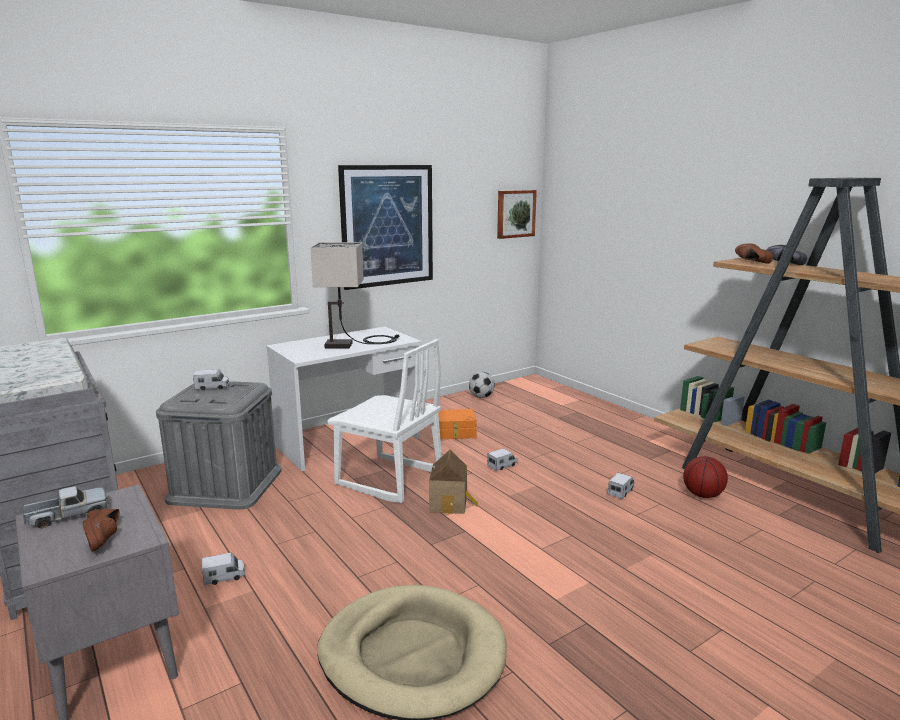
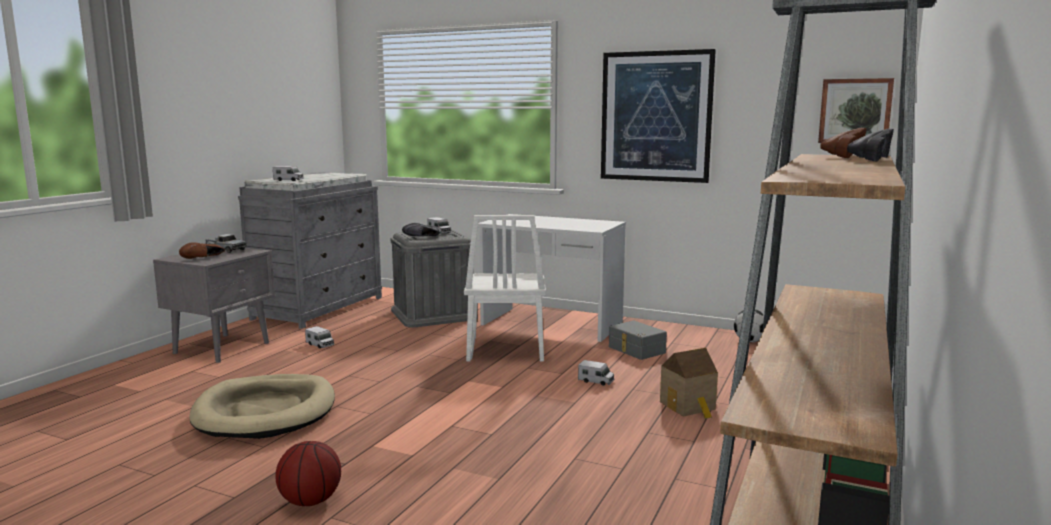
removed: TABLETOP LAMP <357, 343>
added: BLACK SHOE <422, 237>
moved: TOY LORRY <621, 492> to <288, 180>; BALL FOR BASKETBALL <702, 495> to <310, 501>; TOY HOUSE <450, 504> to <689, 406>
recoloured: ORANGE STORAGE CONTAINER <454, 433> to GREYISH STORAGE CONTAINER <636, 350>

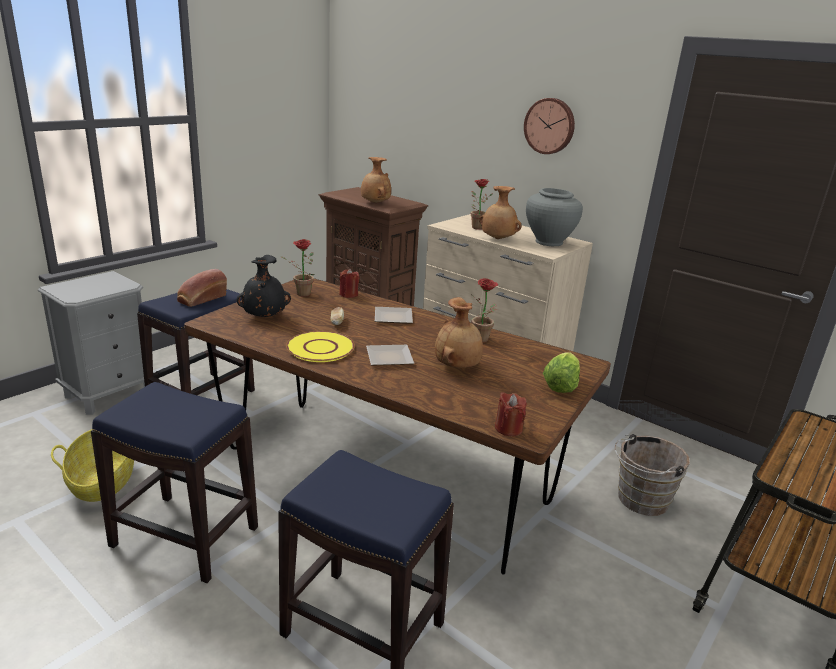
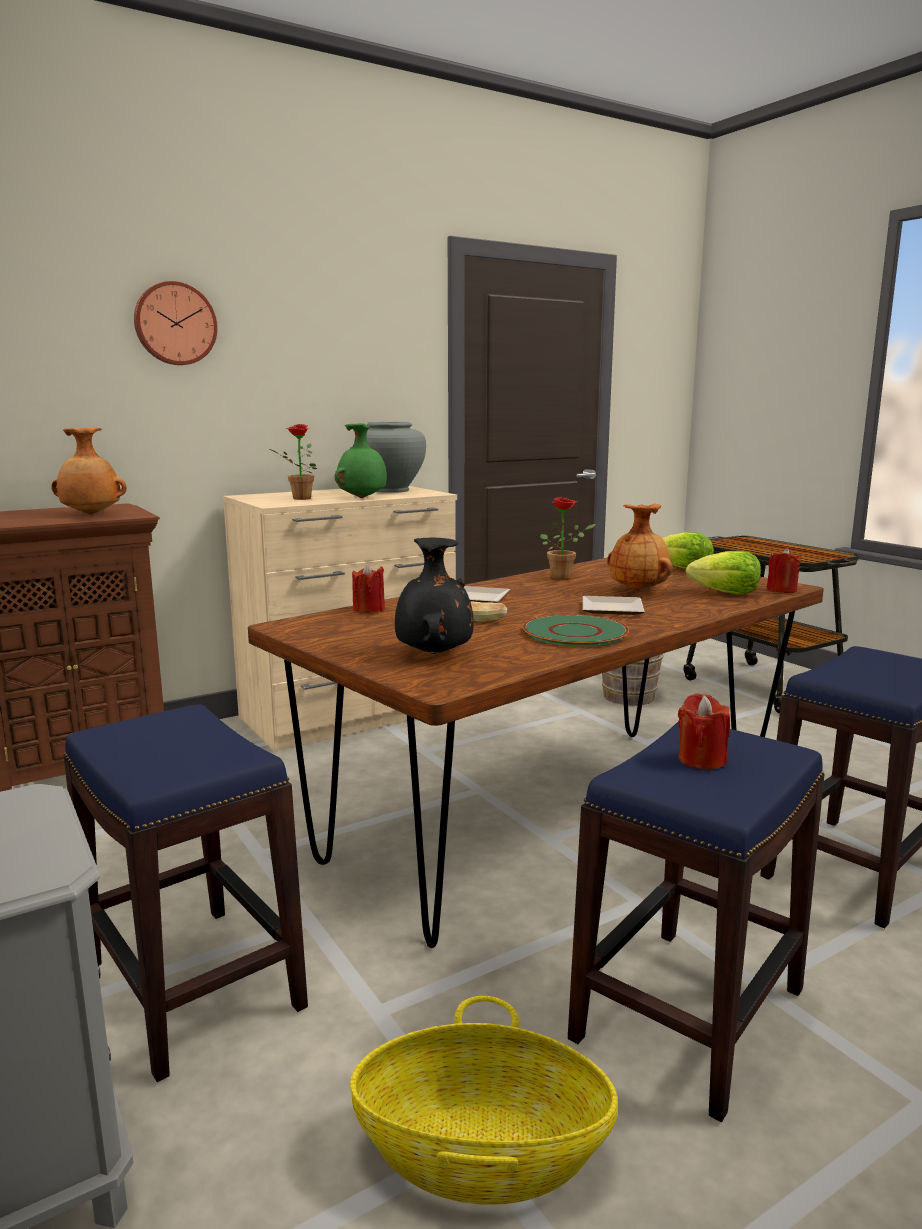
removed: BAKED BREAD <201, 299>; HOUSEPLANT <300, 294>
added: RED WAX CANDLE <701, 760>; HEAD OF LETTUCE <726, 593>
moved: CLOCK ON THE WALL <550, 126> to <175, 324>
recoloured: BROWNISH DECORATIVE VASE <497, 239> to GREEN DECORATIVE VASE <363, 498>; YELLOW-COLOURED PLATE <320, 348> to GREEN PLATE <575, 633>

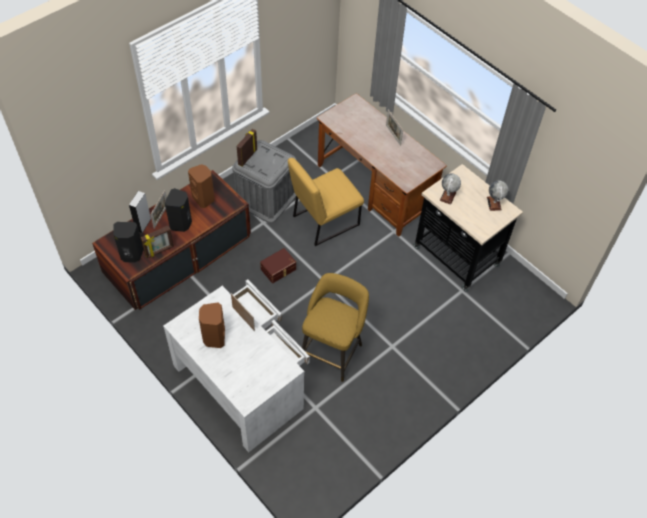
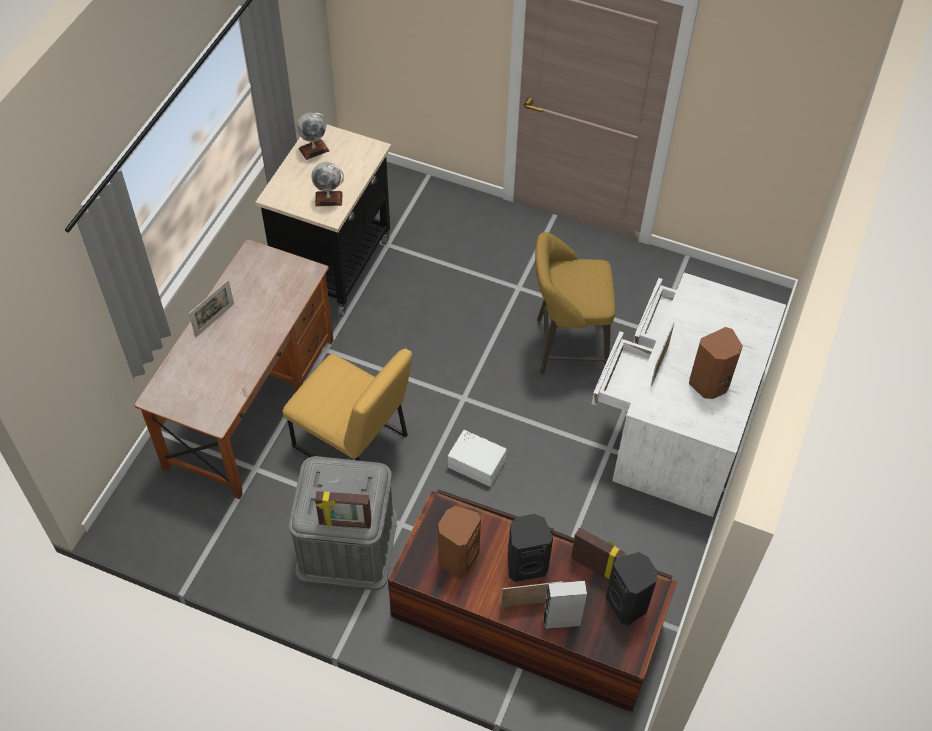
recoloured: BROWNISH STORAGE CONTAINER <279, 269> to WHITE-COLOURED STORAGE CONTAINER <477, 462>

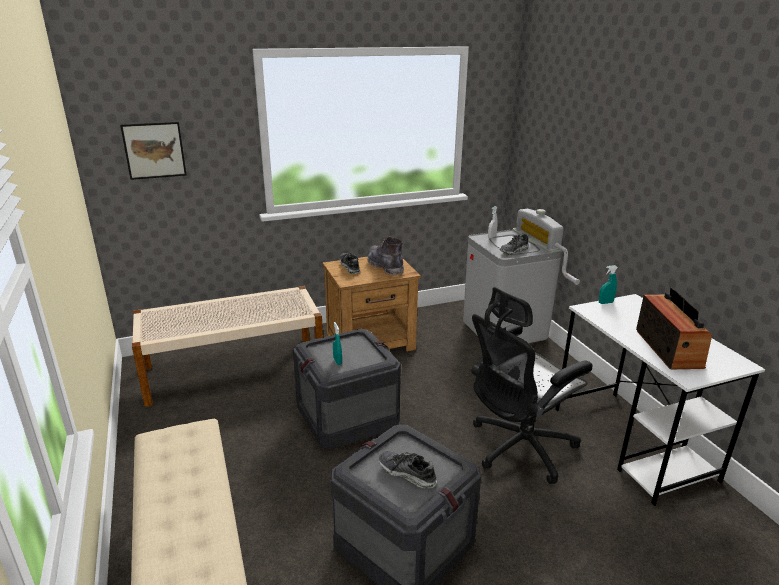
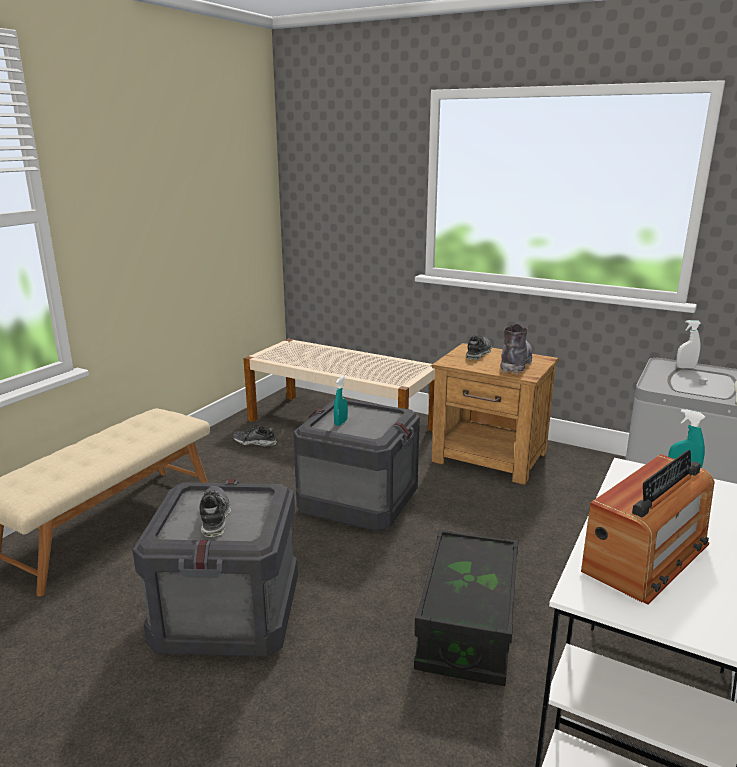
removed: PICTURE <154, 150>
moved: SHOE <514, 251> to <255, 442>
replaced: DESK CHAIR <518, 449> to BLACK STORAGE CONTAINER <467, 628>

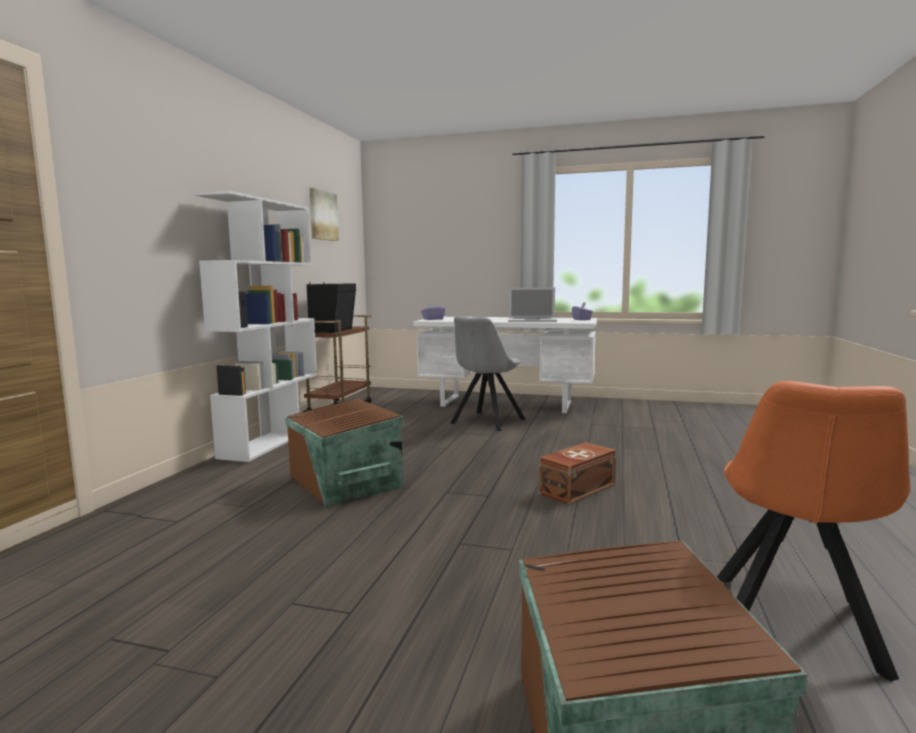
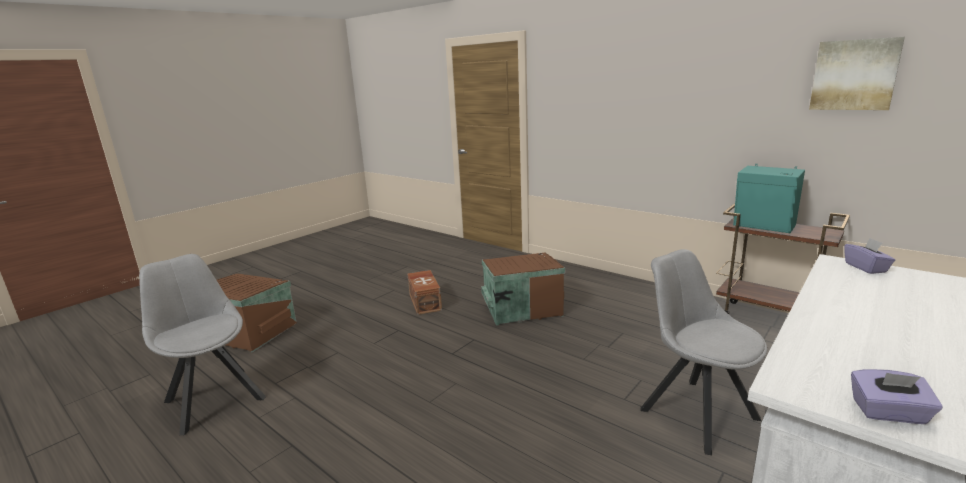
removed: WHITE-COLOURED BOOKCASE <272, 440>; PORTABLE COMPUTER <532, 320>
moved: BROWNISH STORAGE CONTAINER <575, 489> to <425, 301>
recoloured: ORANGE PLAIN CHAIR <795, 625> to GREYISH PLAIN CHAIR <214, 399>; BLACK AUDIO SPEAKER <333, 330> to BLUE-GREEN AUDIO SPEAKER <764, 226>

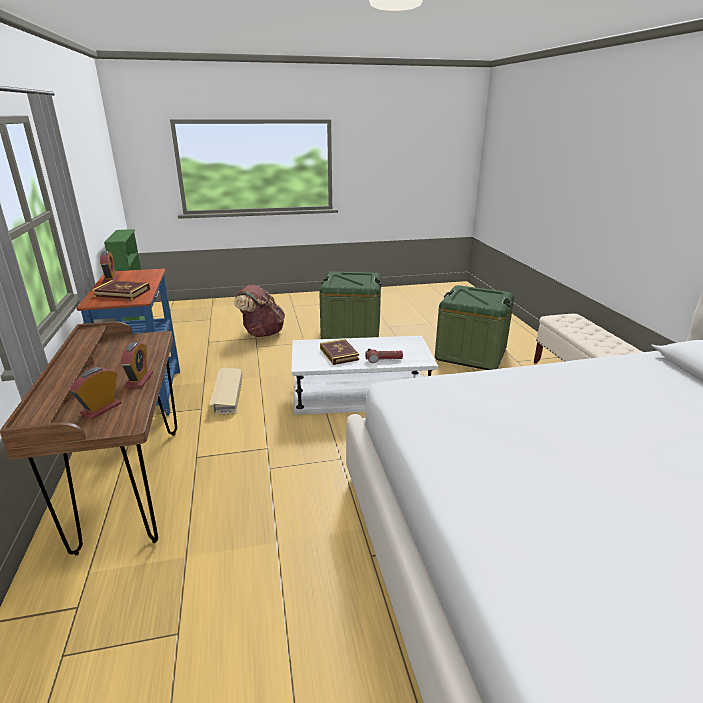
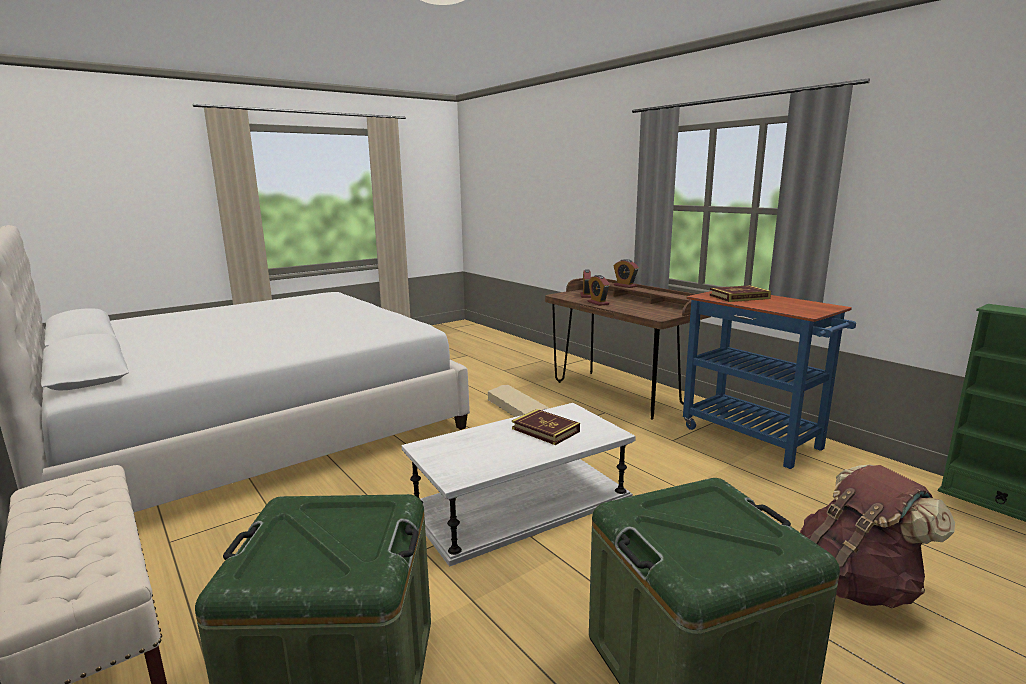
removed: TORCH <383, 360>
moved: BEIGE-COLOURED STORAGE CONTAINER <227, 395> to <517, 409>; BEDSIDE CLOCK <111, 279> to <625, 286>

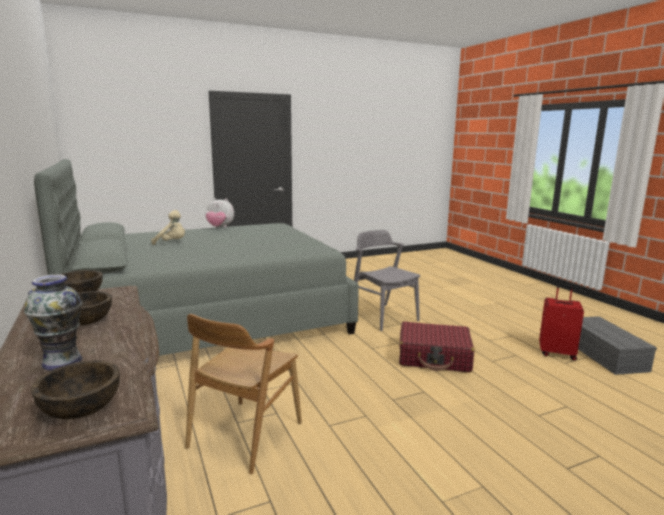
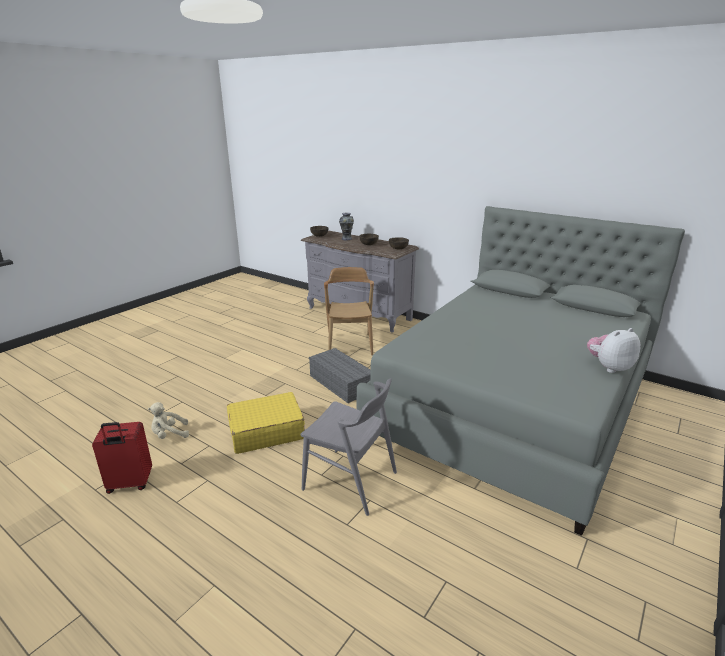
moved: BEIGE-COLOURED CUDDLY TOY <172, 243> to <169, 435>; GREYISH STORAGE CONTAINER <606, 355> to <340, 383>
recoloured: RED PIECE OF LUGGAGE <434, 357> to YELLOW-COLOURED PIECE OF LUGGAGE <266, 431>

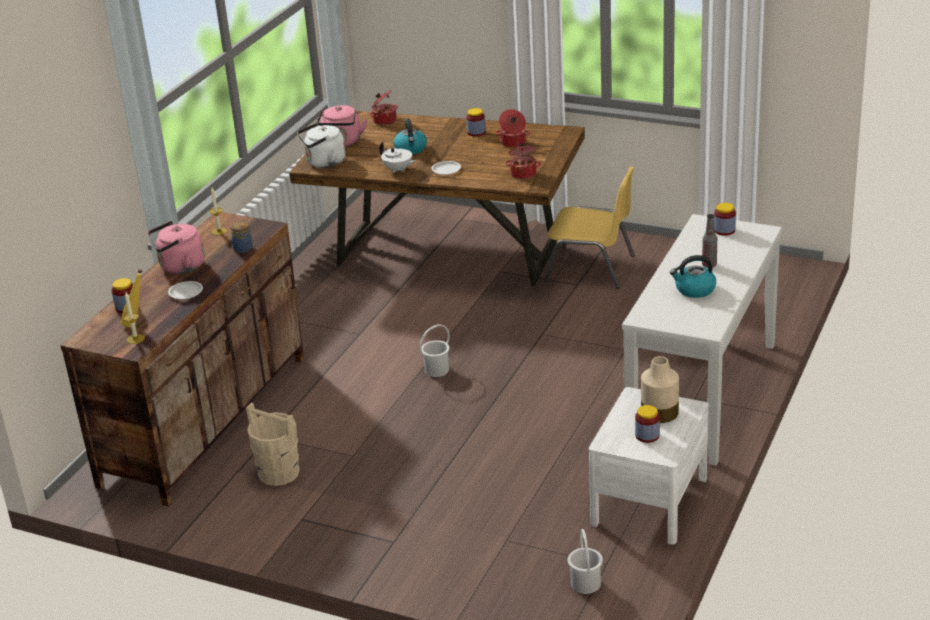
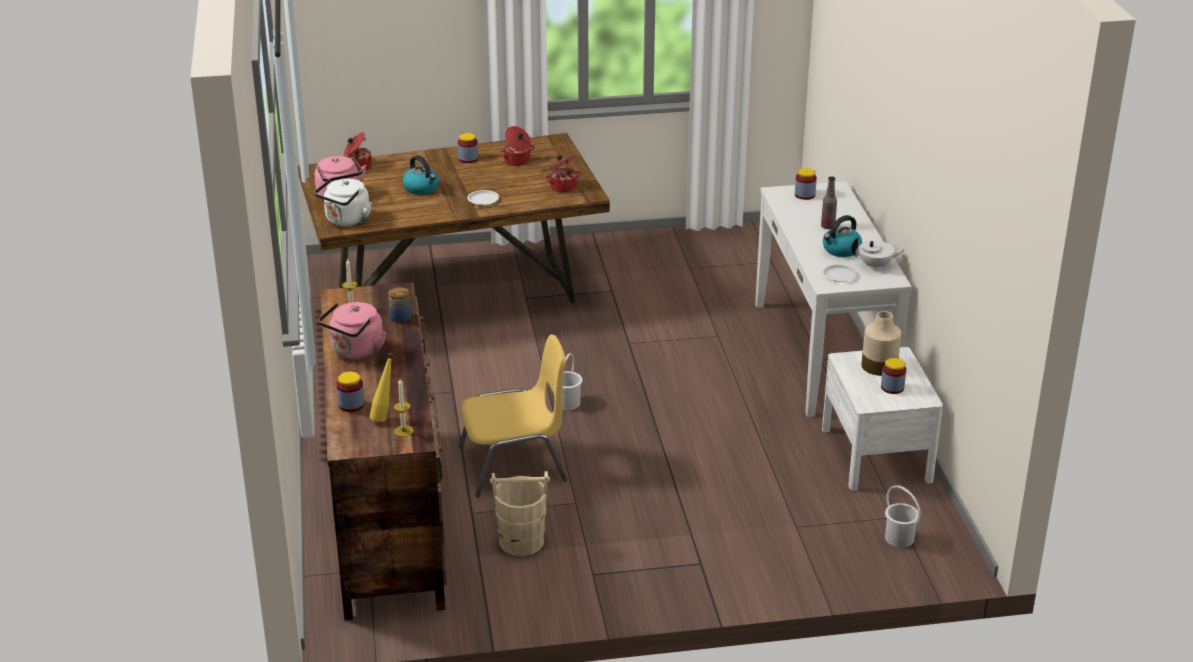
moved: YELLOW-COLOURED PLAIN CHAIR <591, 268> to <514, 464>; WHITE-COLOURED PLATE <186, 292> to <839, 275>; WHITE-COLOURED POT FOR TEA <398, 170> to <875, 266>

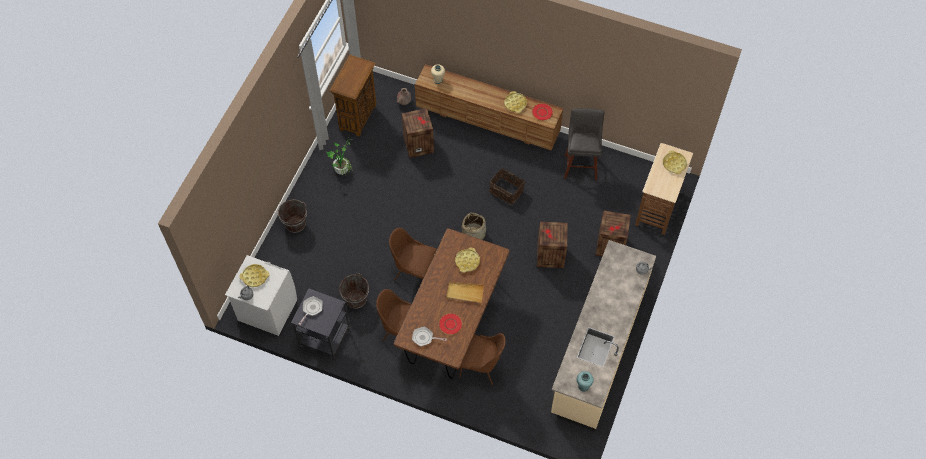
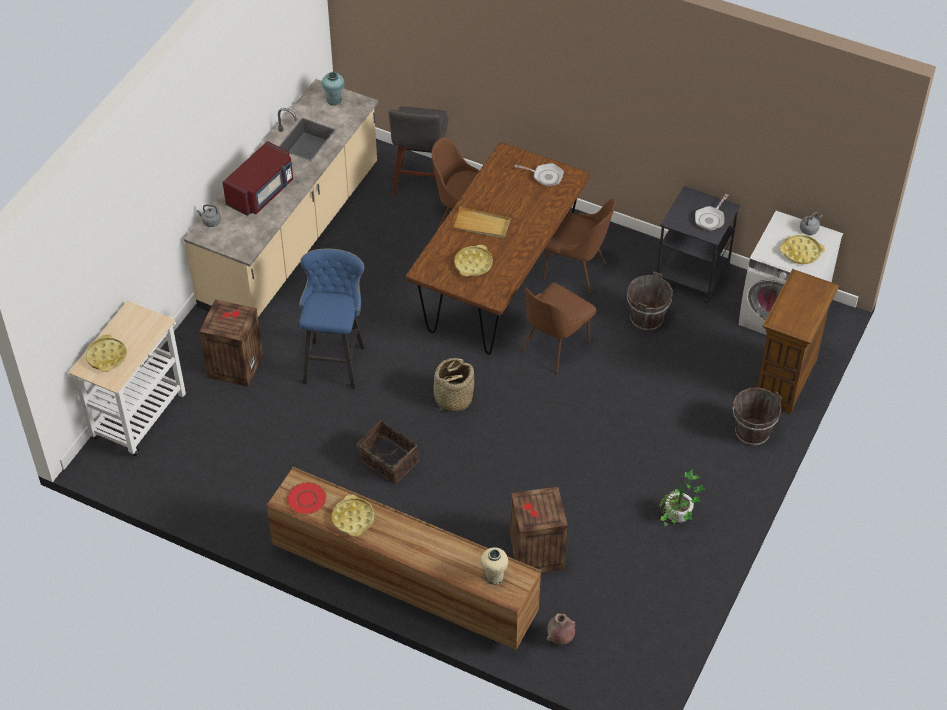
removed: RED PLATE <450, 324>
added: RED MICROWAVE OVEN <261, 192>
moved: GREYISH STOOL <581, 166> to <420, 185>; BROWNISH STORAGE CABINET <357, 117> to <785, 383>
replaced: SHIPPING CRATE <550, 256> to BLUE-COLOURED STOOL <335, 358>
recoloured: BROWNISH WHEELED CART <657, 209> to WHITE-COLOURED WHEELED CART <140, 415>
turned: BROWNISH PLAIN CHAIR <414, 273> = <555, 348> 105 degrees clockwise

